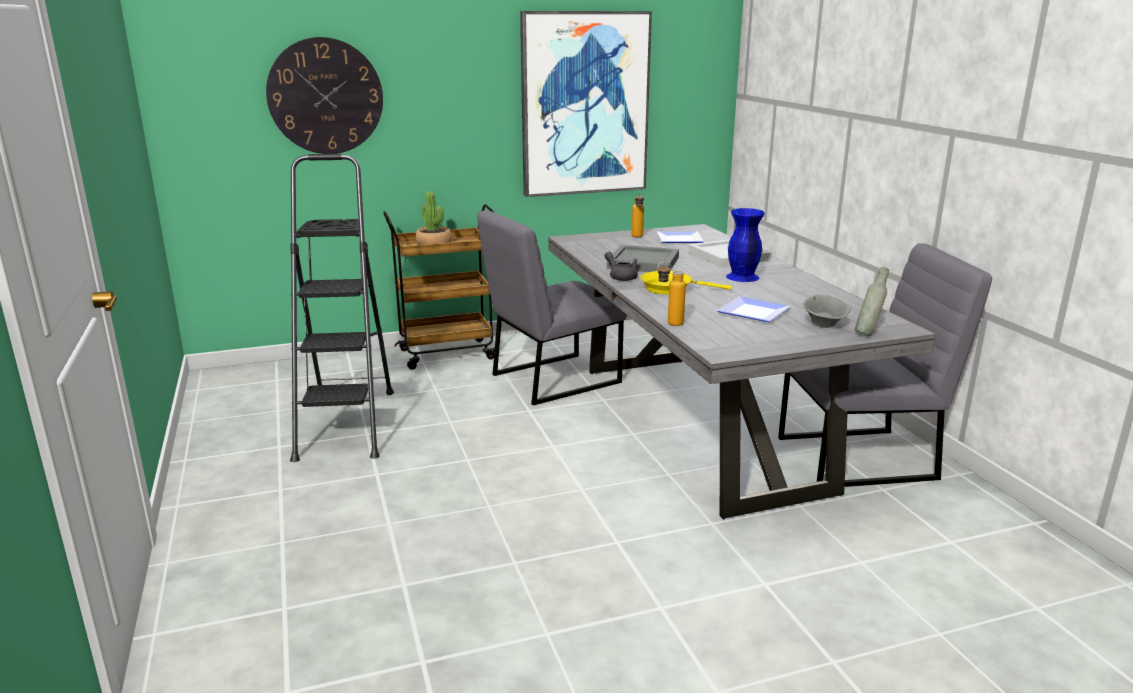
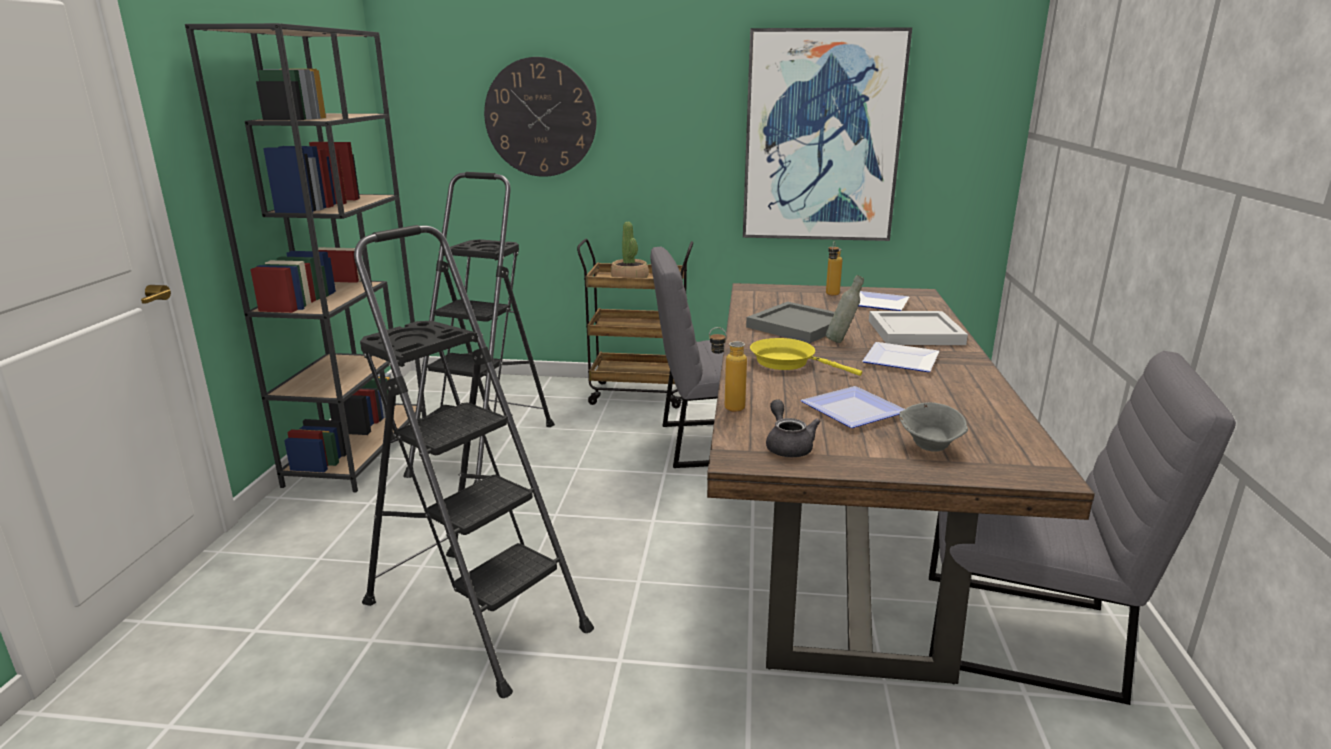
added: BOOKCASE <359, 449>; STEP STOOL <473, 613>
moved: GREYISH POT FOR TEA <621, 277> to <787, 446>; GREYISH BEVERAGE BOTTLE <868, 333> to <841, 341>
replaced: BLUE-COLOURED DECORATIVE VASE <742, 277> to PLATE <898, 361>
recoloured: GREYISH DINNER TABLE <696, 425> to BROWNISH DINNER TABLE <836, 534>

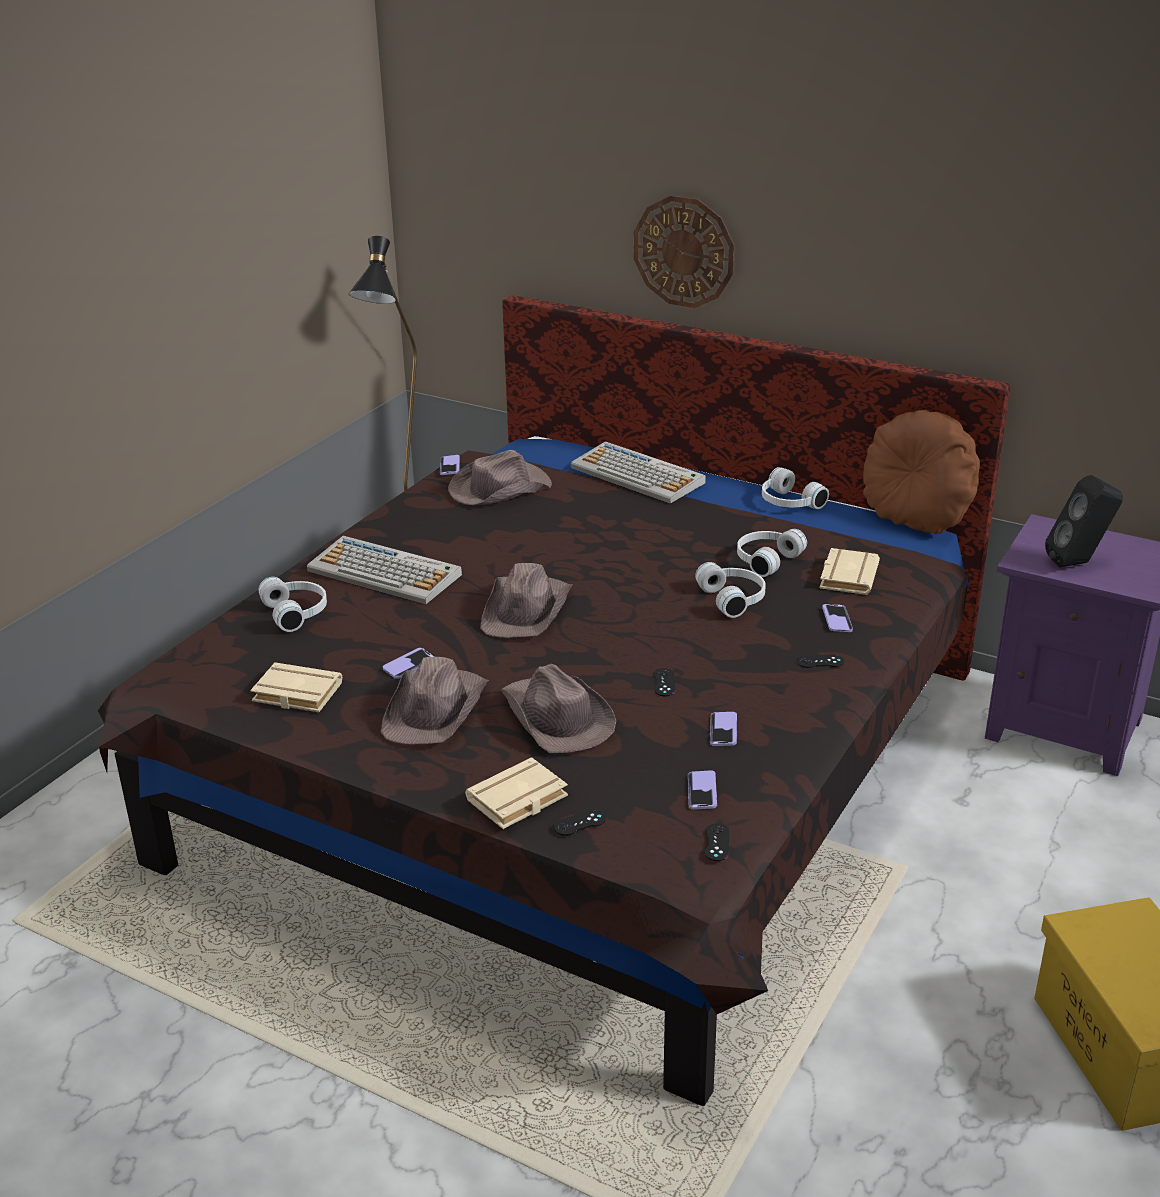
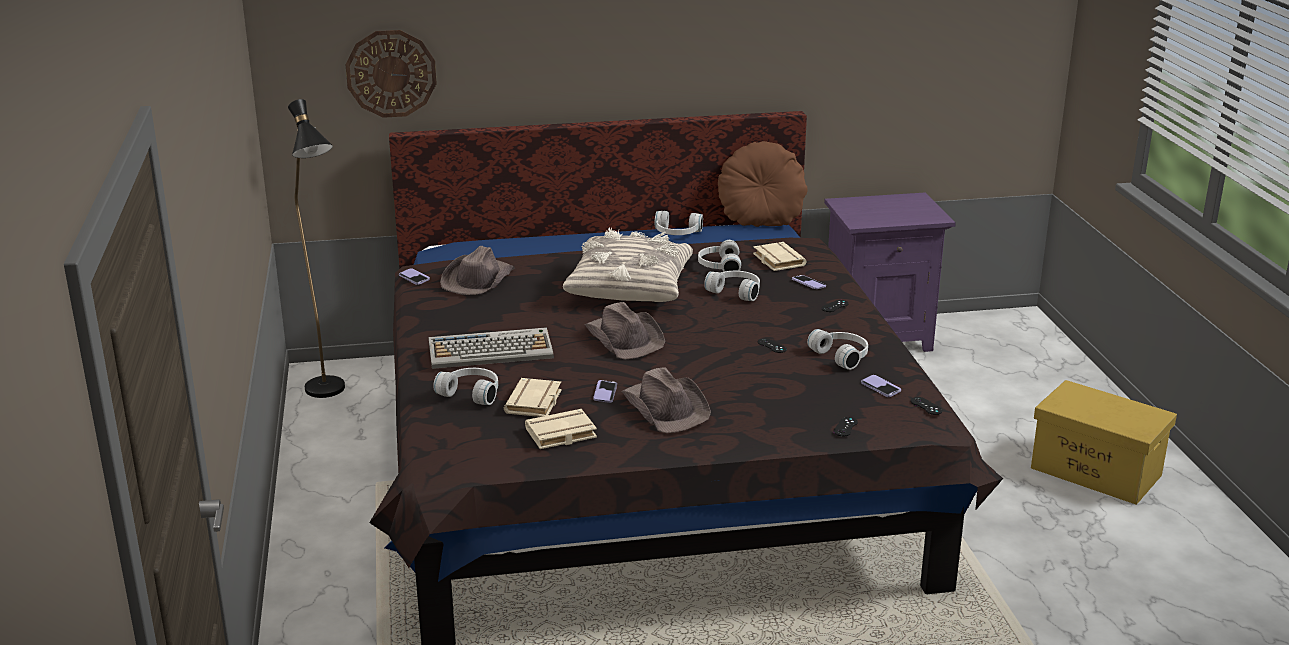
removed: BROWNISH CLOTHING HAT <556, 718>; COMPUTER KEYBOARD <639, 475>; BLACK AUDIO SPEAKER <1078, 563>
added: BEIGE-COLOURED CUSHION <629, 291>
moved: CLOCK ON THE WALL <684, 251> to <391, 73>; BEIGE-COLOURED VOLUME <517, 800> to <535, 403>
replaced: PHONE <723, 730> to WHITE-COLOURED PAIR OF HEADPHONES <842, 356>

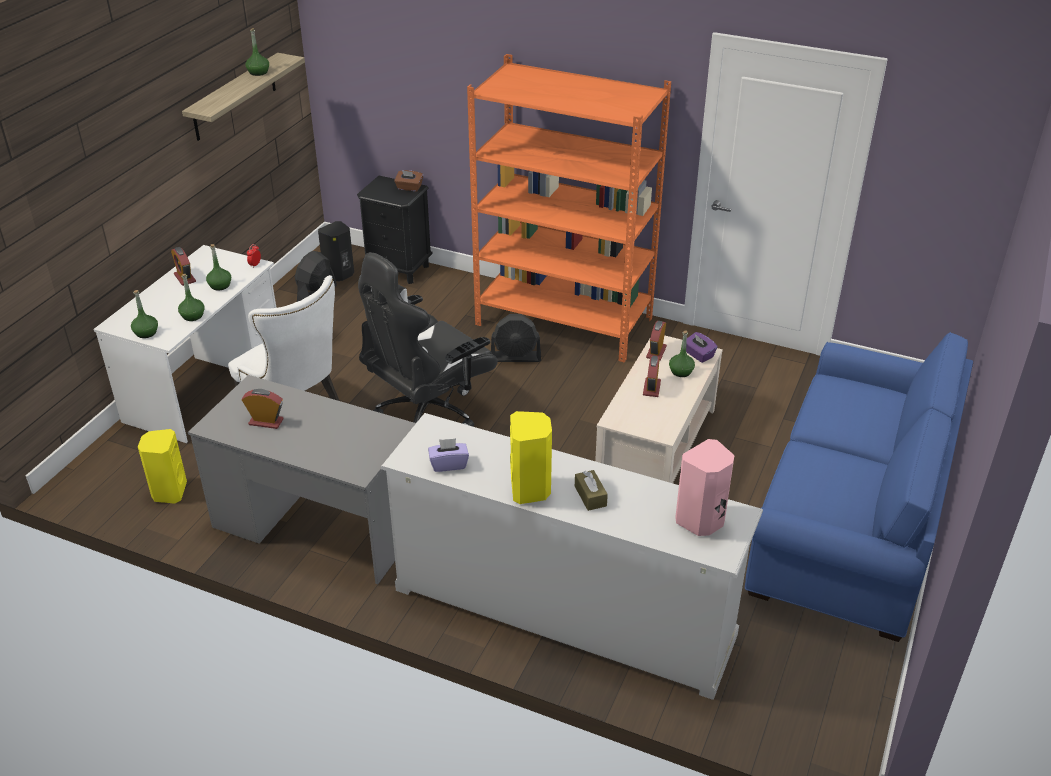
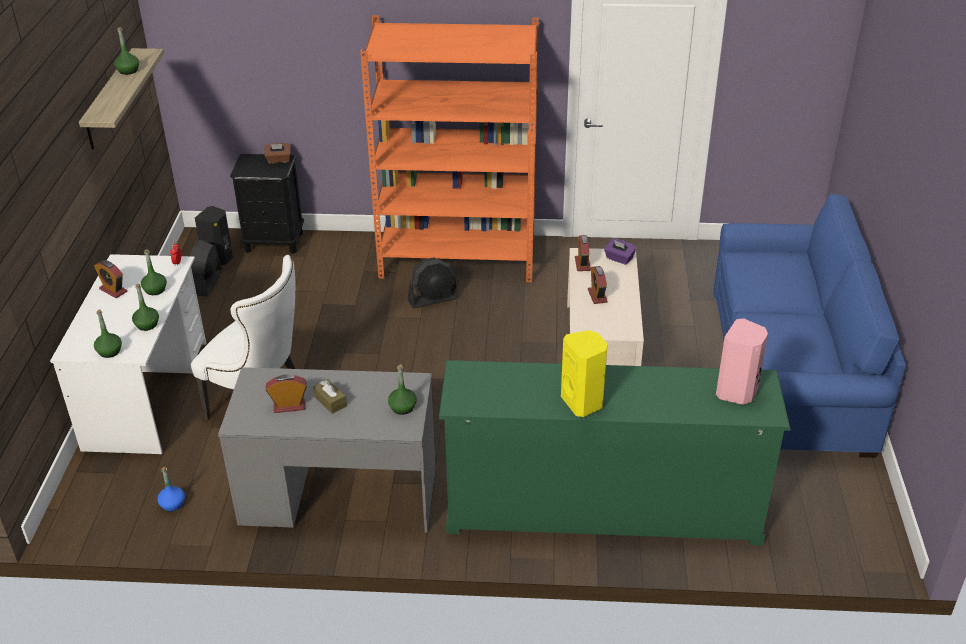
removed: BLACK DESK CHAIR <431, 411>; PURPLE-COLOURED BOX OF TISSUES <448, 464>
moved: BROWNISH BOX OF TISSUES <590, 496> to <330, 401>; GREEN BEVERAGE BOTTLE <681, 371> to <402, 407>
replaced: YELLOW-COLOURED AUDIO SPEAKER <169, 492> to BLUE-COLOURED BEVERAGE BOTTLE <172, 504>
recoloured: WHITE-COLOURED STORAGE CABINET <562, 611> to GREEN STORAGE CABINET <601, 509>

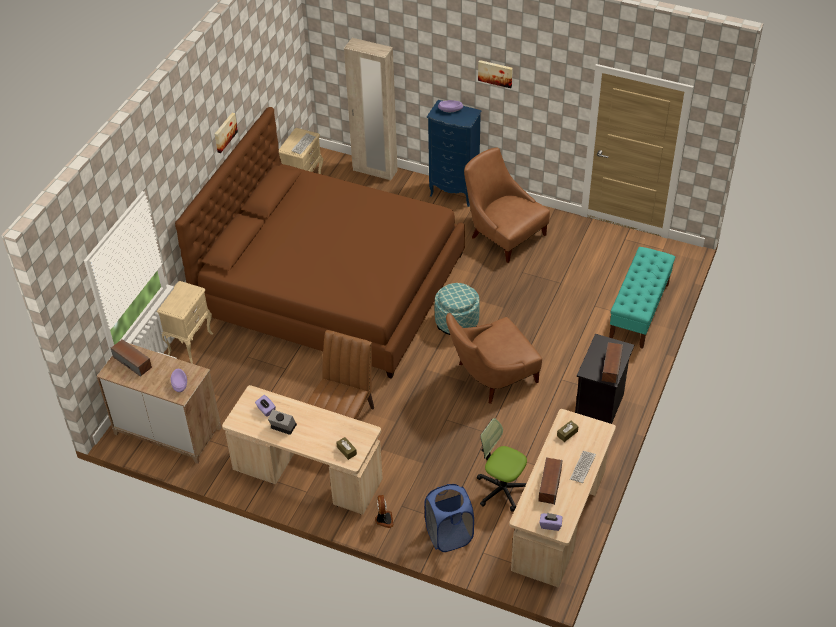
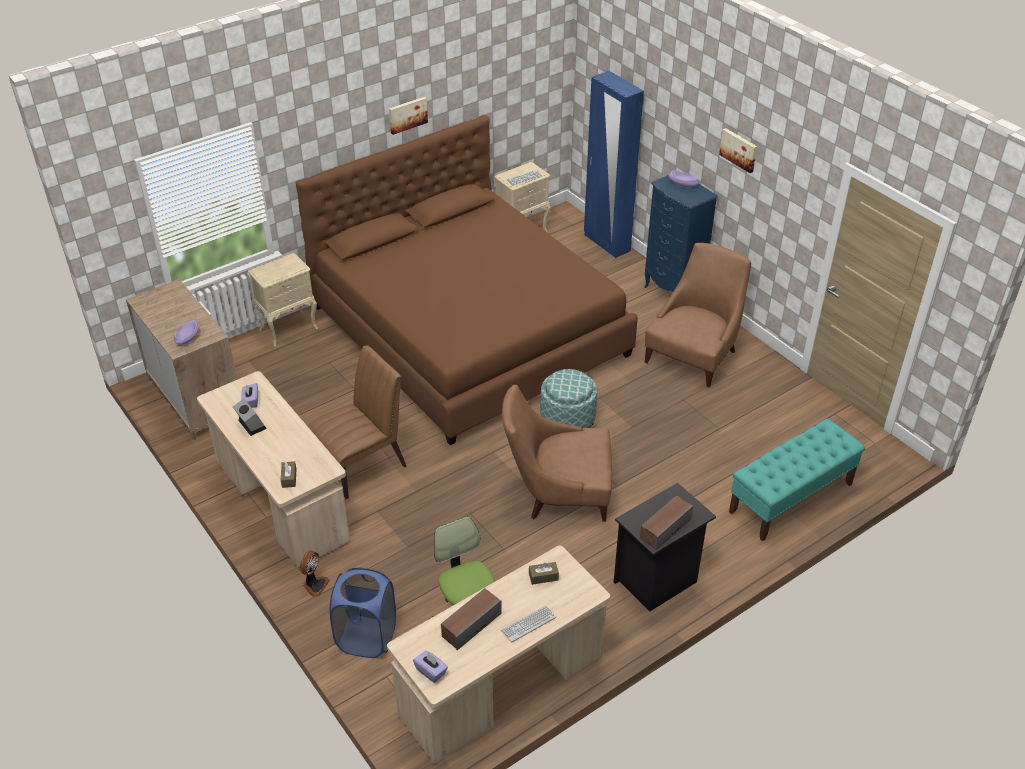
removed: AUDIO SPEAKER <132, 362>
recoloured: BEIGE-COLOURED WARDROBE <375, 171> to BLUE-COLOURED WARDROBE <606, 243>
turned: BROWNISH ARMCHAIR <503, 233> = <694, 352> 45 degrees clockwise

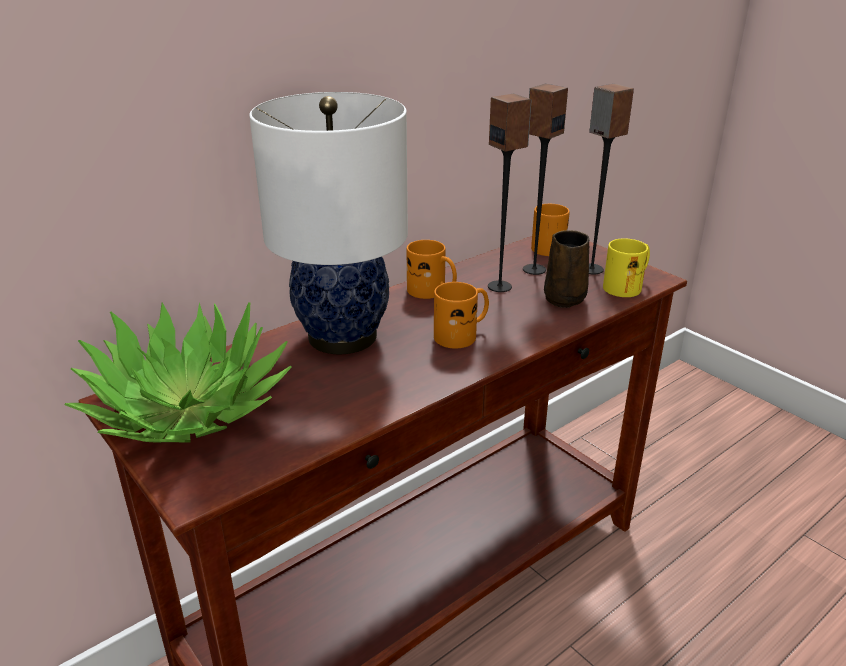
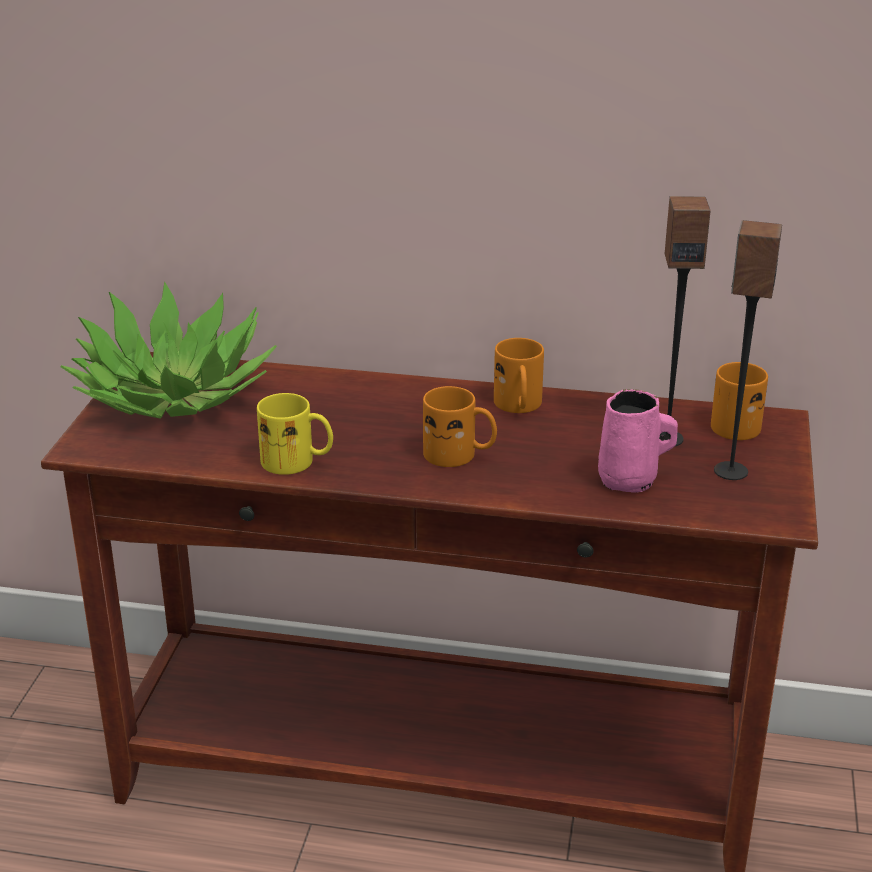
removed: WHITE-COLOURED TABLETOP LAMP <342, 336>; AUDIO SPEAKER <500, 286>
moved: YELLOW-COLOURED MUG <627, 286> to <298, 462>
recoloured: BROWNISH MUG <565, 298> to PINKISH MUG <631, 480>

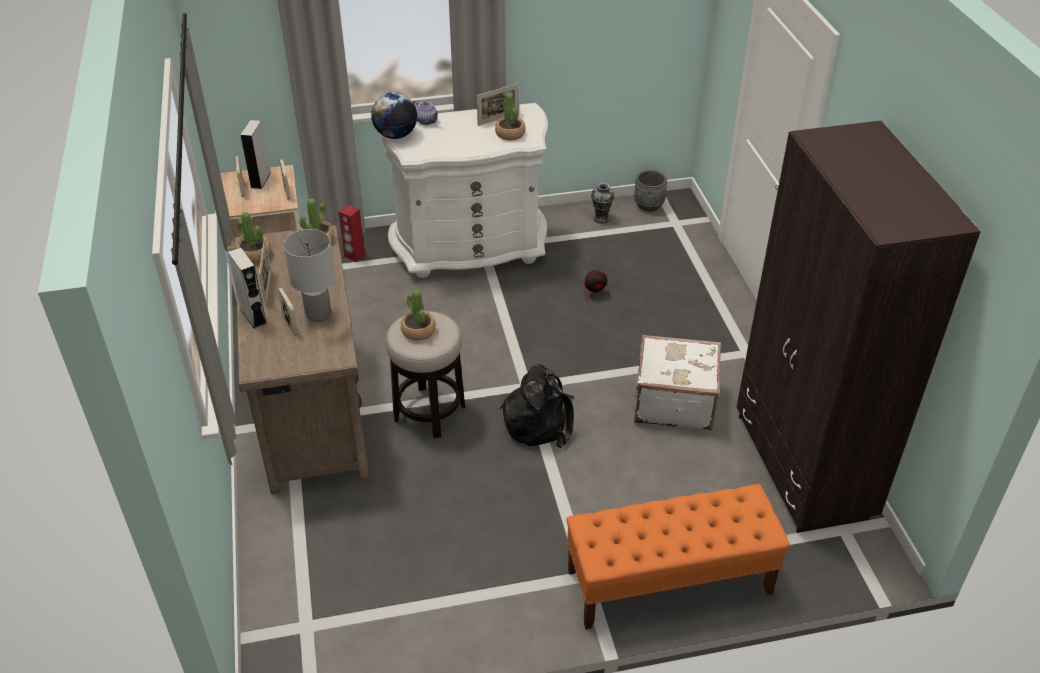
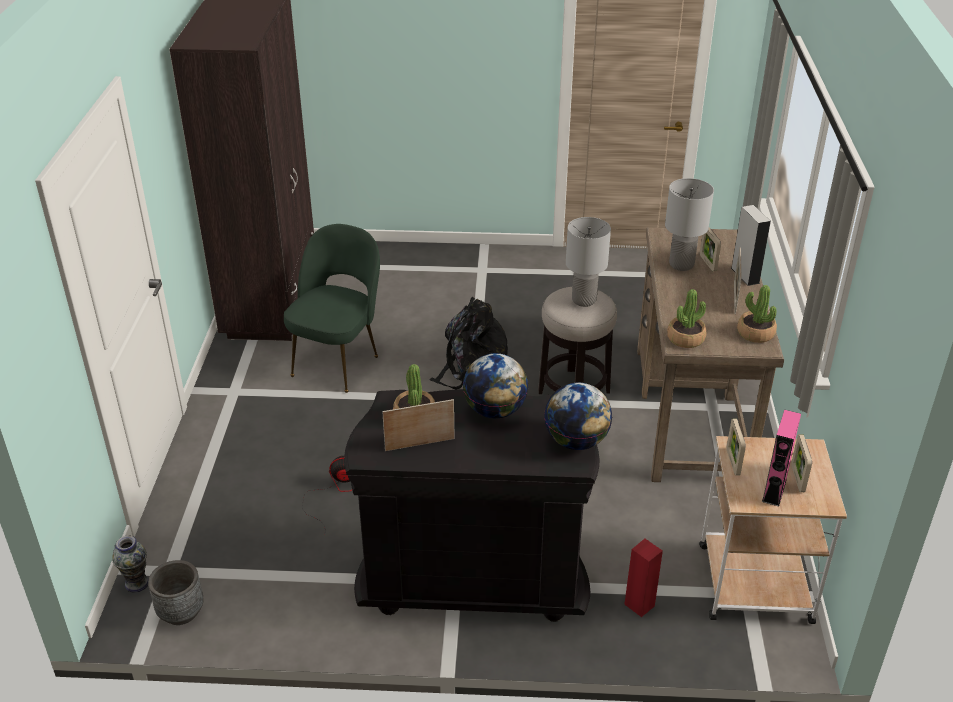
removed: POT FOR TEA <427, 121>; ORANGE INDOOR BENCH <668, 582>
added: DESK GLOBE <495, 411>
moved: DECORATIVE VASE <601, 219> to <137, 583>
replaced: WHITE-COLOURED PIECE OF LUGGAGE <673, 401> to GREEN PLAIN CHAIR <339, 362>; HOUSEPLANT <418, 331> to GREYISH TABLETOP LAMP <584, 302>
recoloured: WHITE-COLOURED DRESSER <471, 251> to BLACK DRESSER <473, 579>; GREYISH AUDIO SPEAKER <260, 180> to PINKISH AUDIO SPEAKER <774, 490>

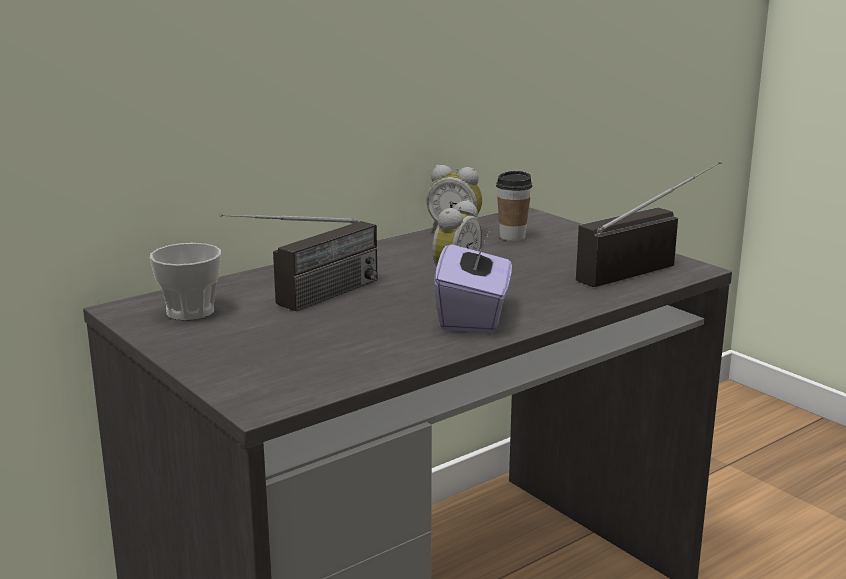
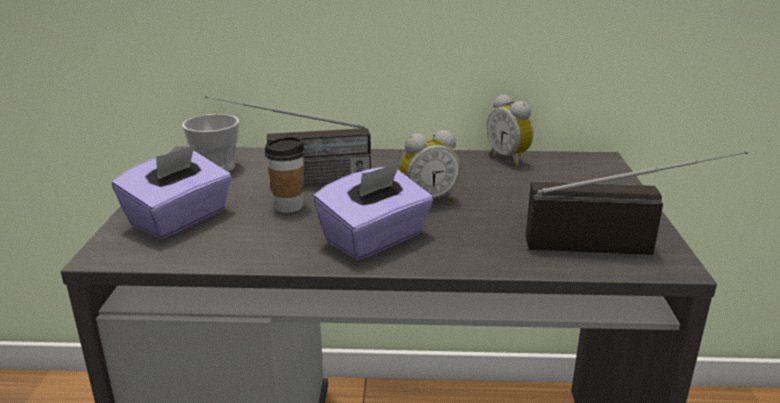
added: PURPLE-COLOURED BOX OF TISSUES <180, 219>
moved: SMALL CUP <512, 237> to <288, 206>

